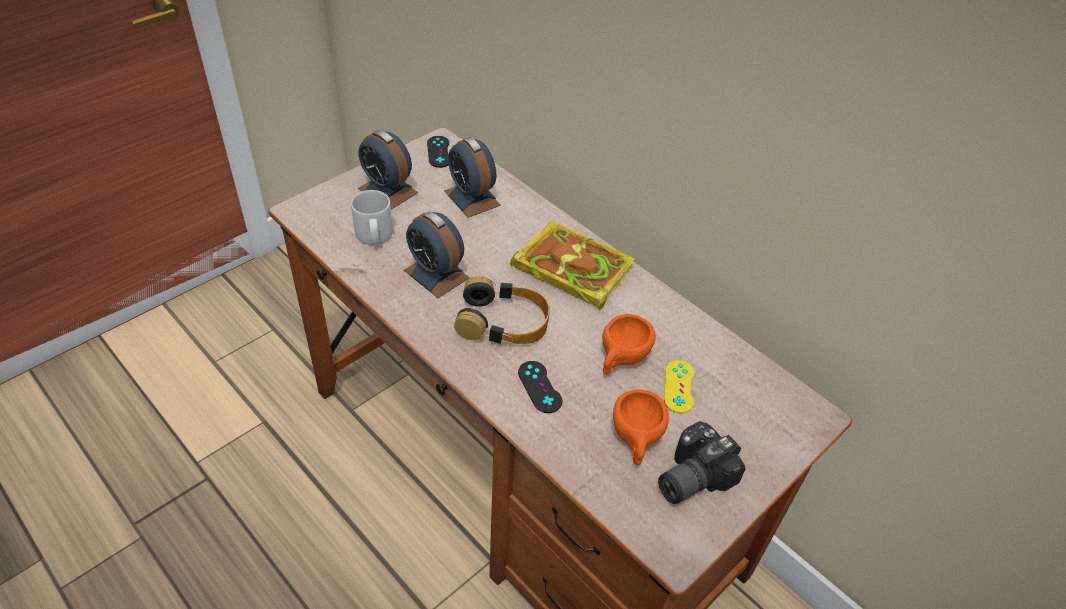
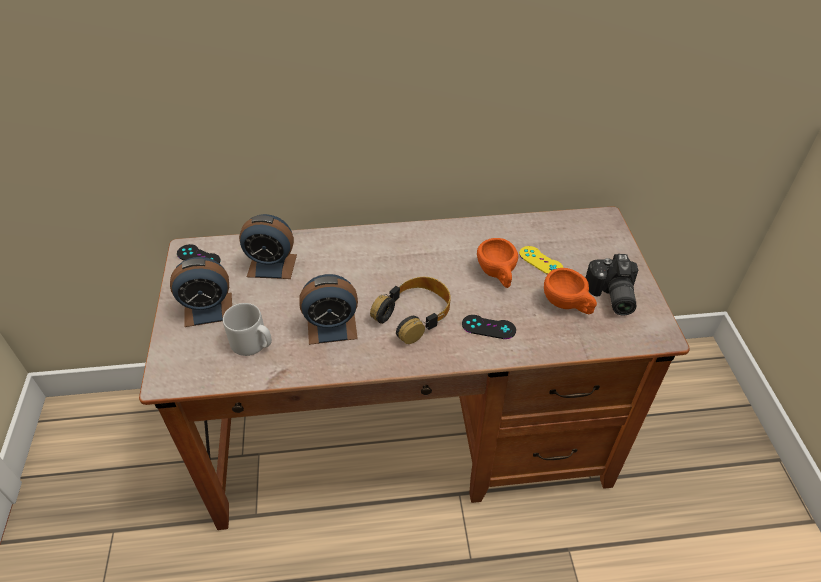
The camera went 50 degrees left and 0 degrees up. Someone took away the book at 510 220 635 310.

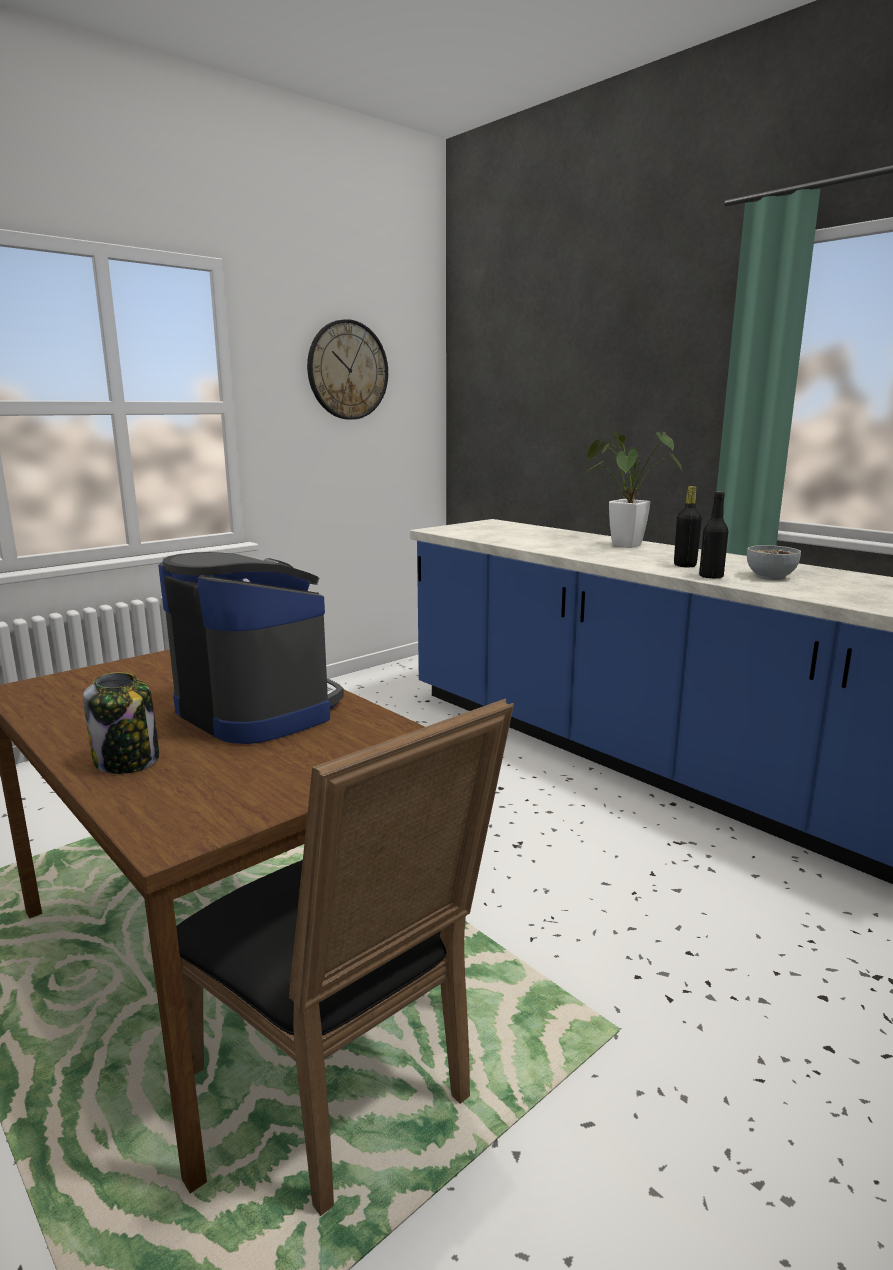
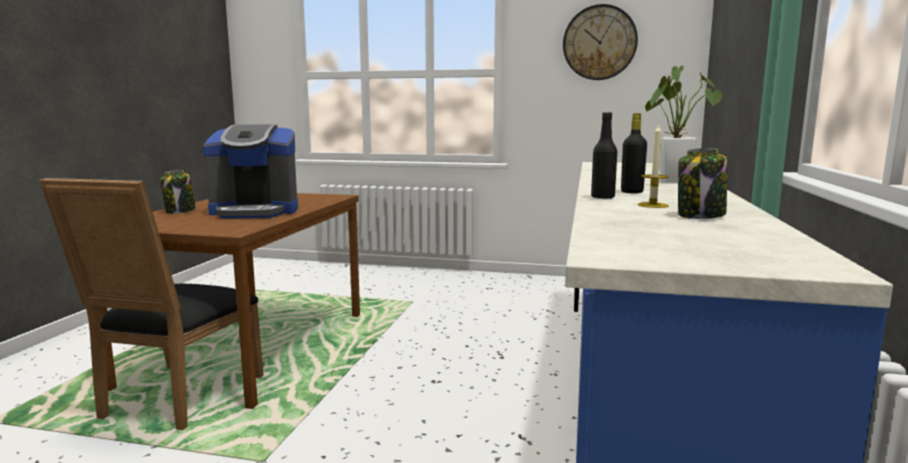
The camera went 55 degrees right and 5 degrees down. Someone rotated the coffee machine at 158 552 344 744 by 75 degrees clockwise. Someone swapped the bowl at 747 545 801 580 for the candle at 637 124 669 208. Someone put down the jar at 678 148 727 219.

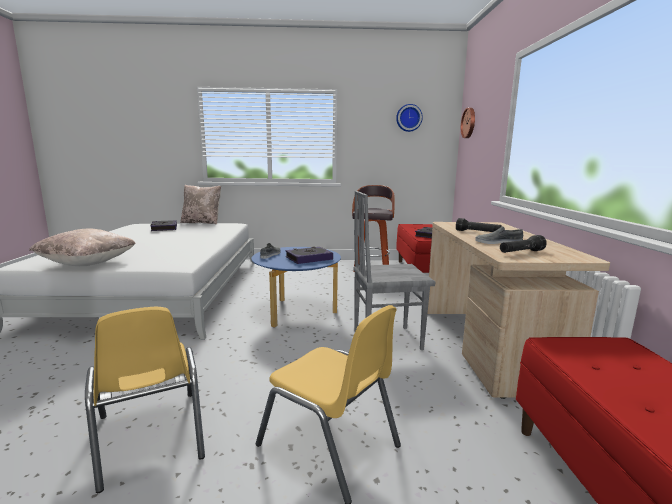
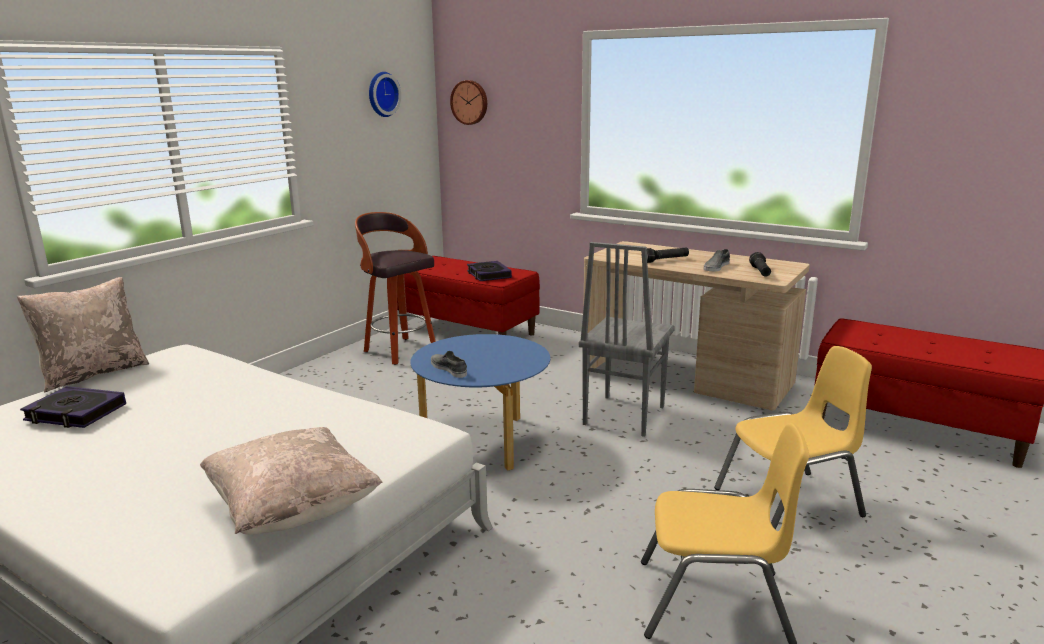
The camera went 55 degrees left and 5 degrees up. Someone took away the book at 285 247 333 264.

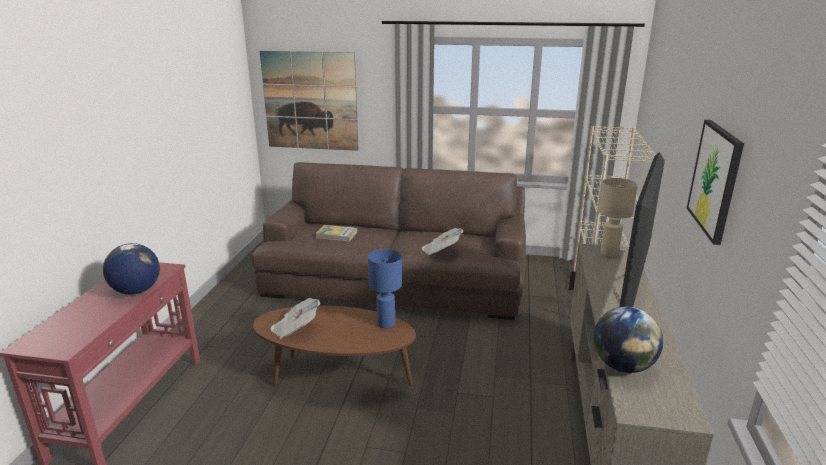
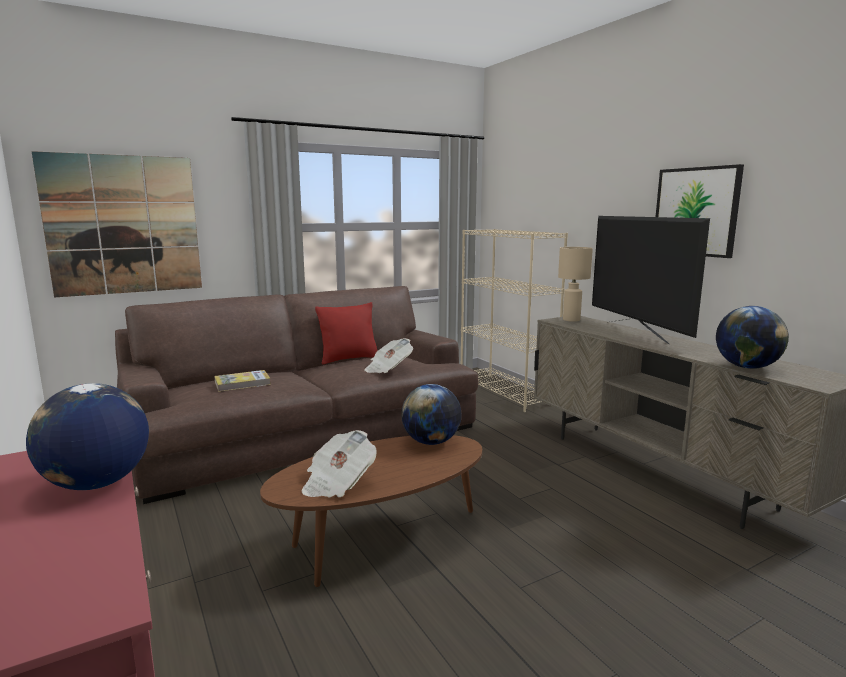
The camera went 40 degrees left and 10 degrees down. Someone put down the pillow (red) at 315 302 378 365. Someone swapped the table lamp (blue) at 368 249 402 328 for the globe at 401 384 462 445.

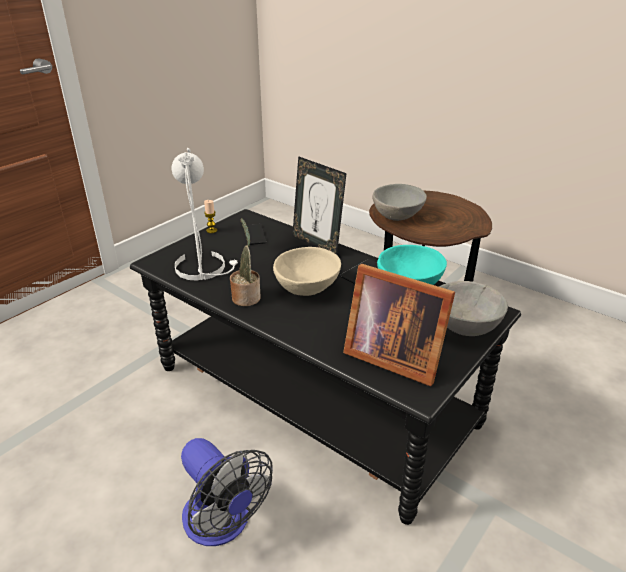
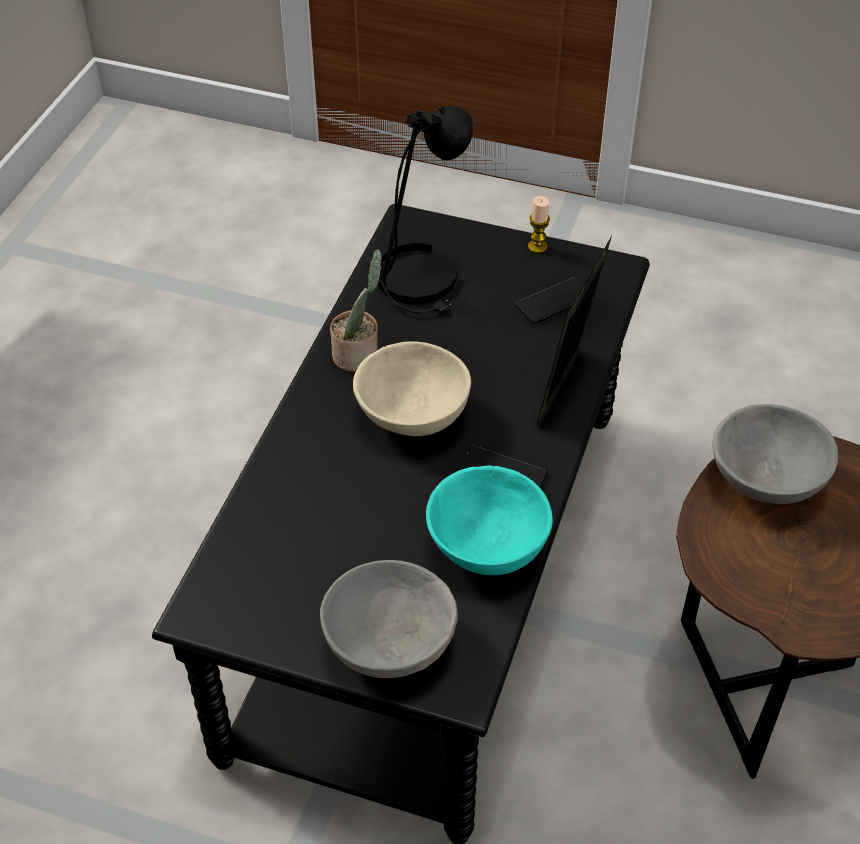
The camera went 70 degrees right and 15 degrees up. Someone repainted the table lamp (white) at 171 148 238 281, which became the table lamp (black) at 378 106 473 314. Someone took away the fan at 181 438 273 546. Someone took away the picture frame at 343 264 455 386.

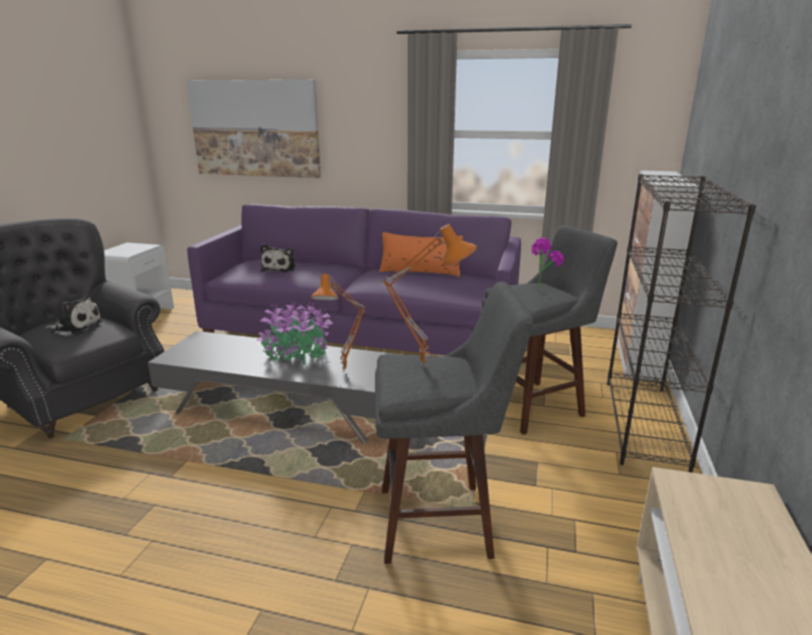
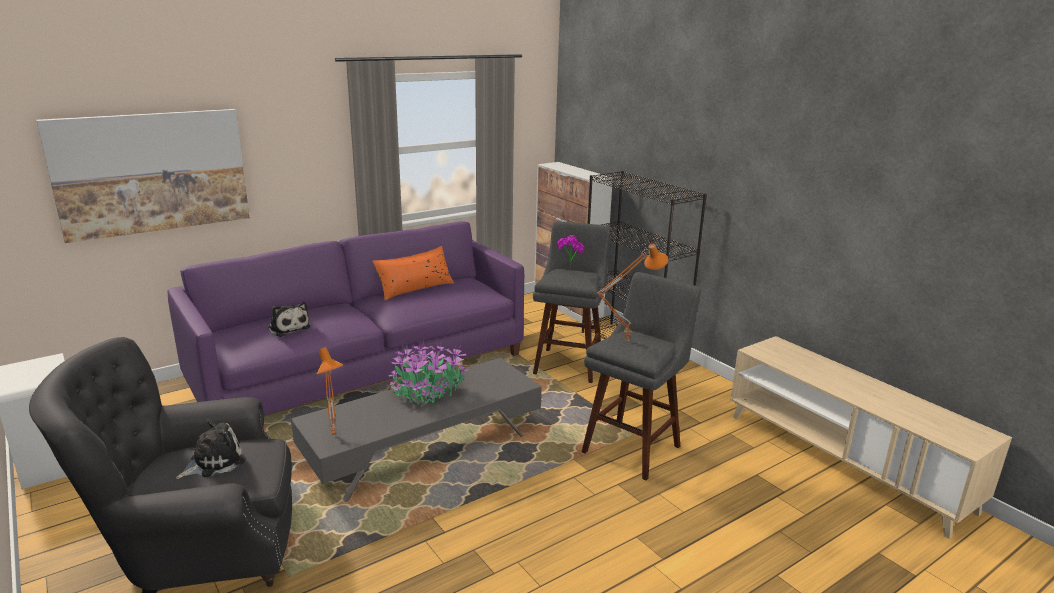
The camera went 50 degrees left and 0 degrees up. Someone carried the table lamp (orange) from 311 274 365 372 to 317 347 343 436.

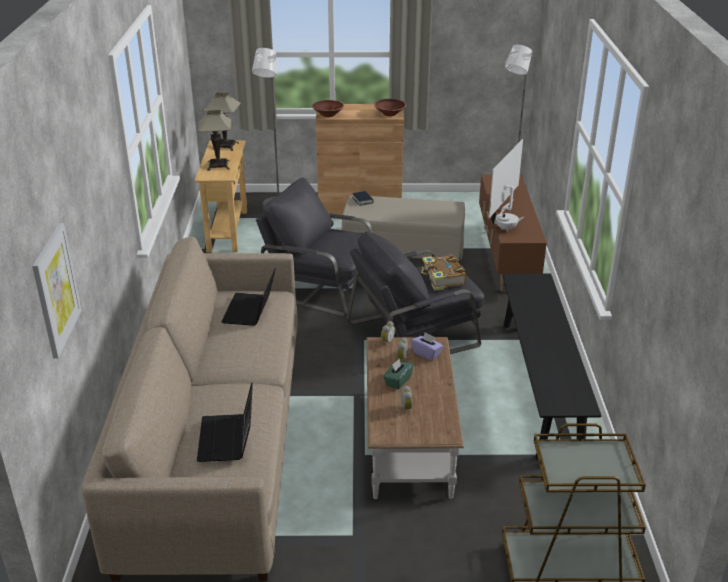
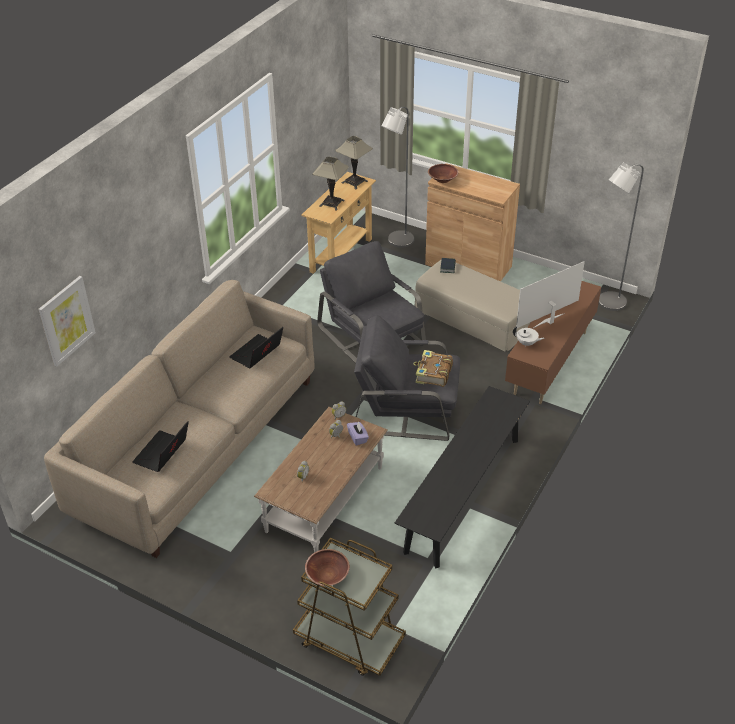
The camera went 30 degrees right and 10 degrees up. Someone carried the bowl (brown) from 374 99 406 116 to 305 549 350 586. Someone took away the tissue box (green) at 383 358 414 389.

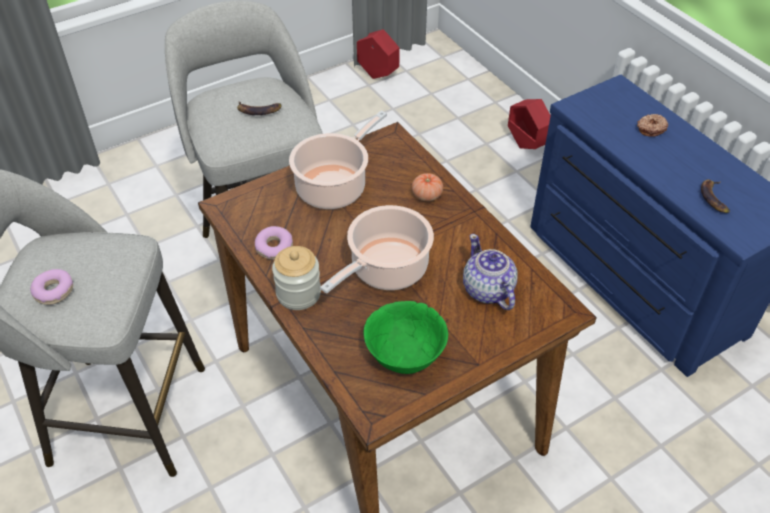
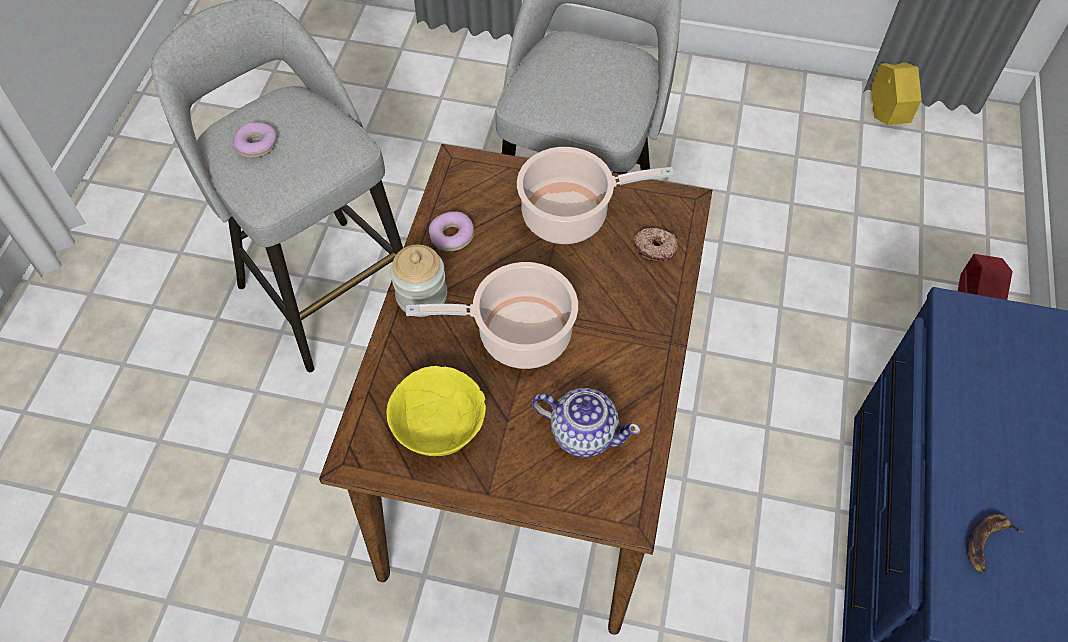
The camera went 45 degrees right and 10 degrees up. Someone repainted the bowl (green) at 363 301 448 374, which became the bowl (yellow) at 386 366 486 456. Someone rotated the teapot at 463 234 518 310 by 90 degrees clockwise. Someone carried the donut from 637 114 668 137 to 634 228 679 262. Someone repainted the planter (red) at 357 29 400 79, which became the planter (yellow) at 871 62 922 125. Someone took away the banana at 237 101 282 115. Someone took away the tomato at 412 173 443 201.

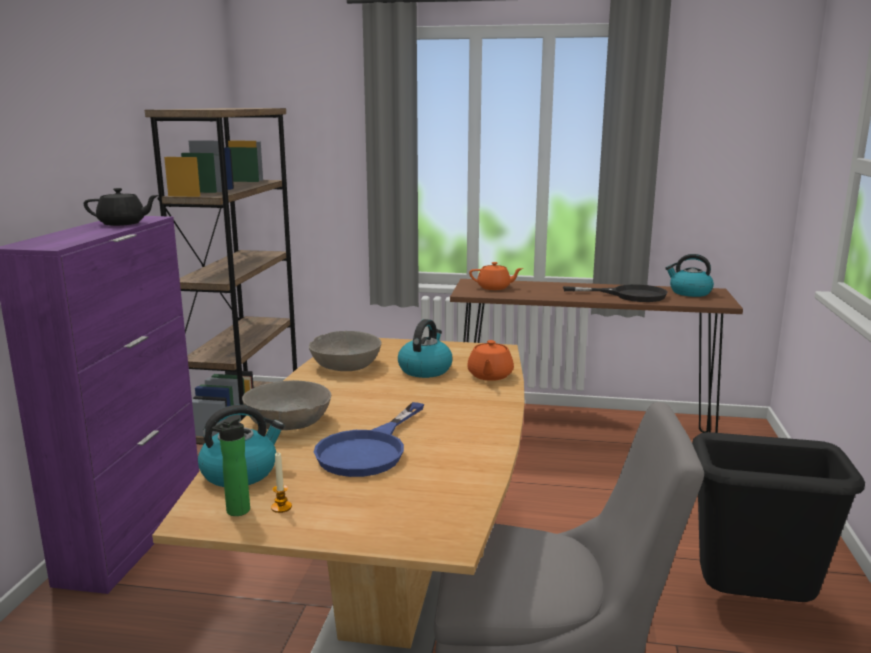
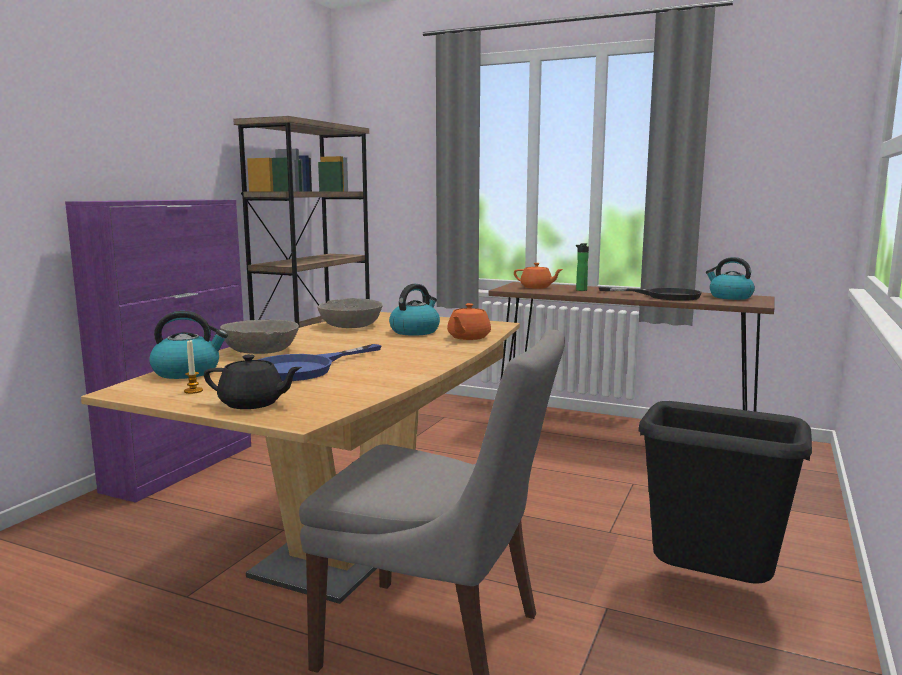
The camera went 15 degrees right and 5 degrees down. Someone carried the teapot (black) from 84 188 159 226 to 204 354 302 409. Someone carried the bottle from 211 415 250 516 to 576 243 589 291.

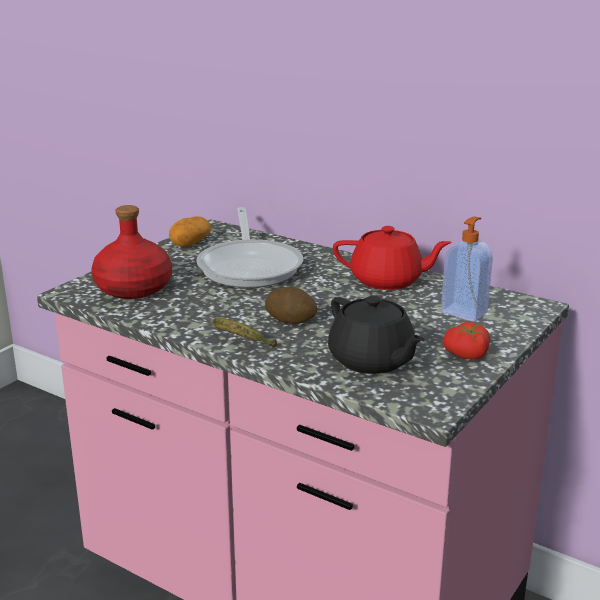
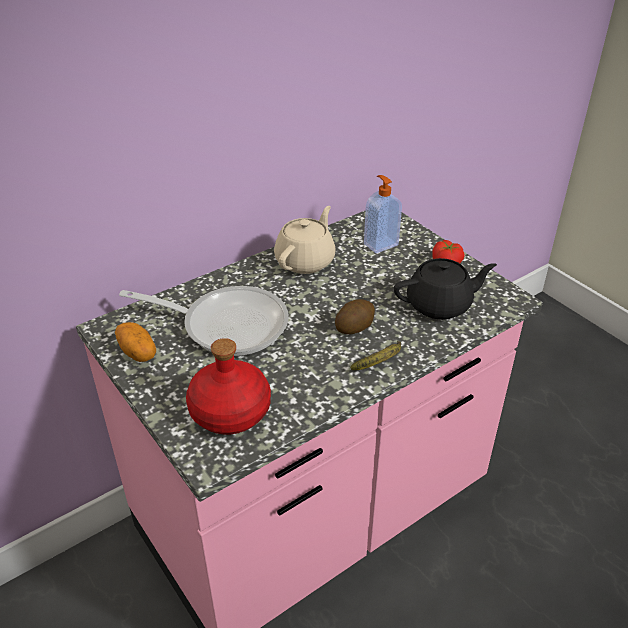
The camera went 70 degrees left and 15 degrees up. Someone repainted the teapot (red) at 333 226 452 290, which became the teapot (beige) at 274 206 336 274.

